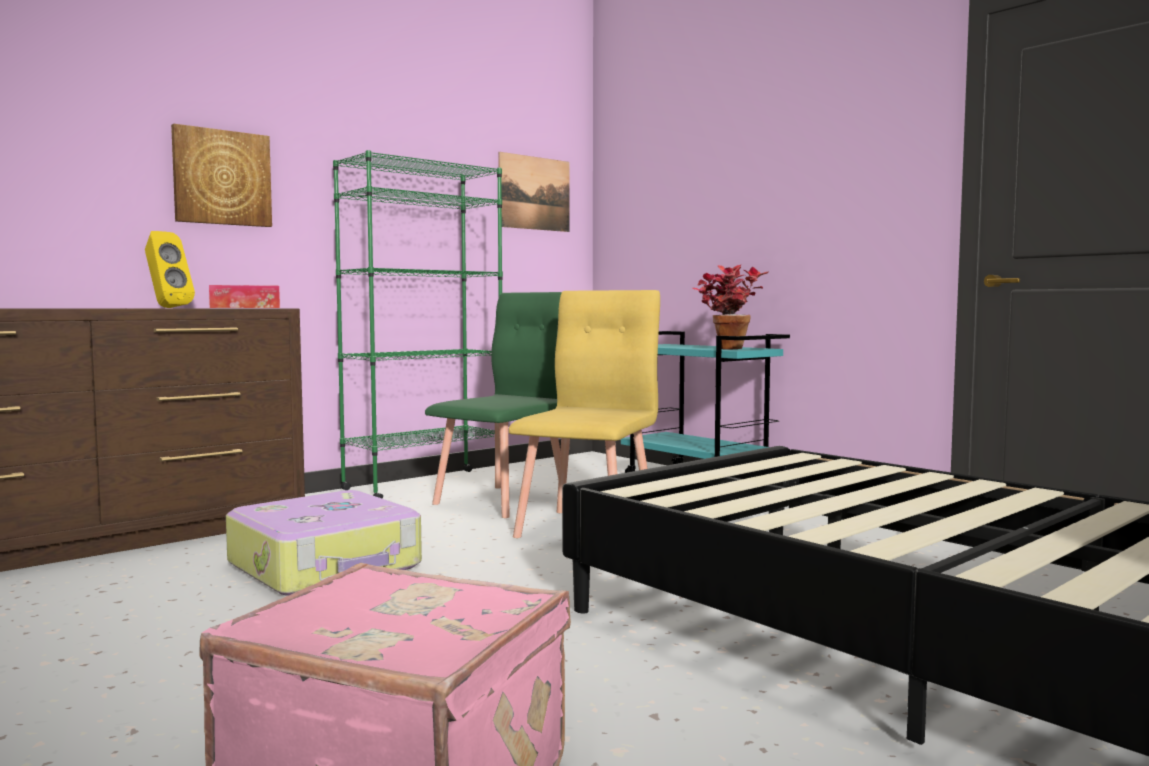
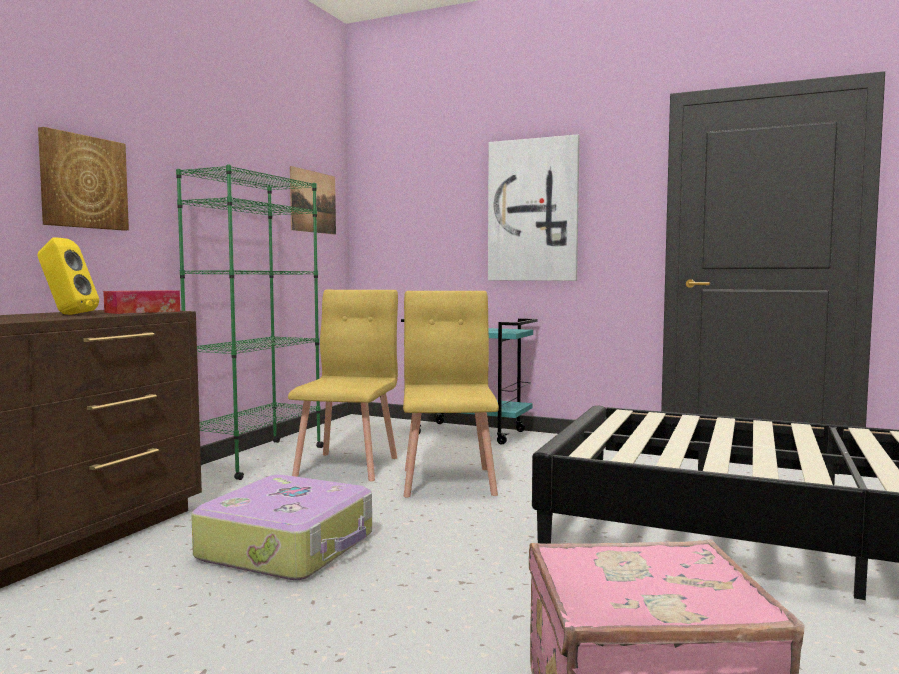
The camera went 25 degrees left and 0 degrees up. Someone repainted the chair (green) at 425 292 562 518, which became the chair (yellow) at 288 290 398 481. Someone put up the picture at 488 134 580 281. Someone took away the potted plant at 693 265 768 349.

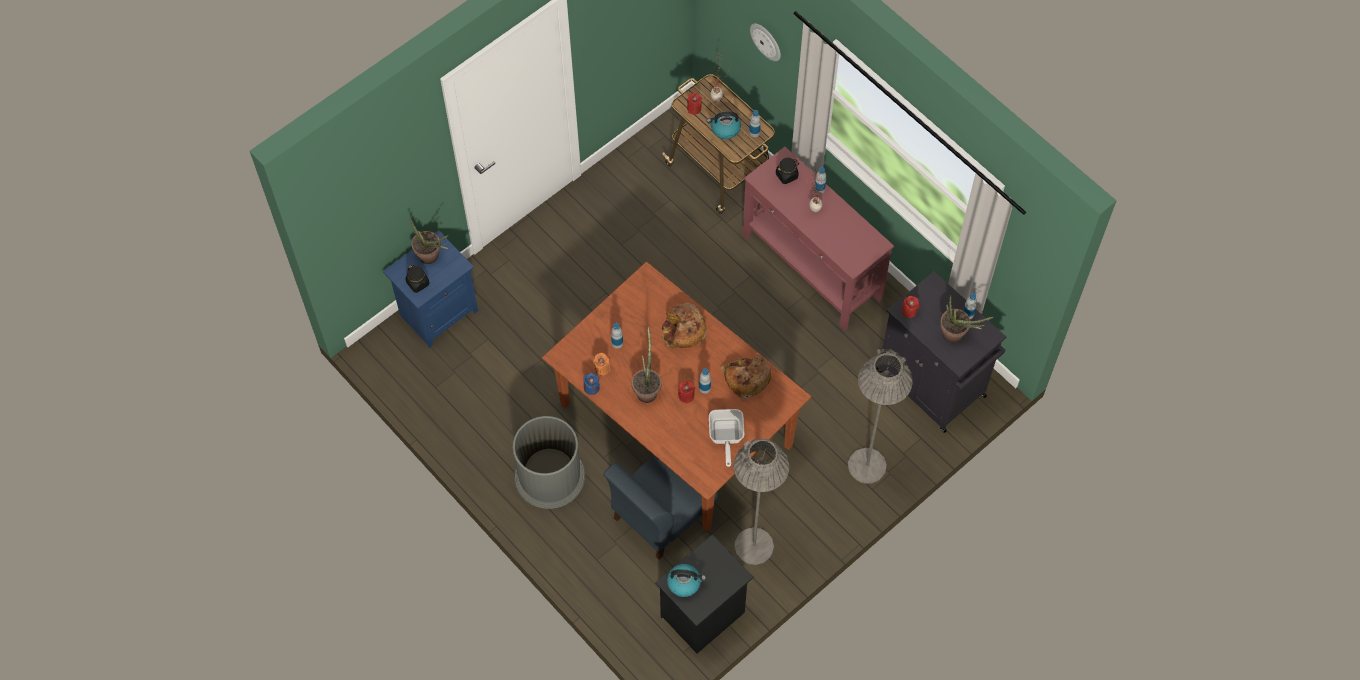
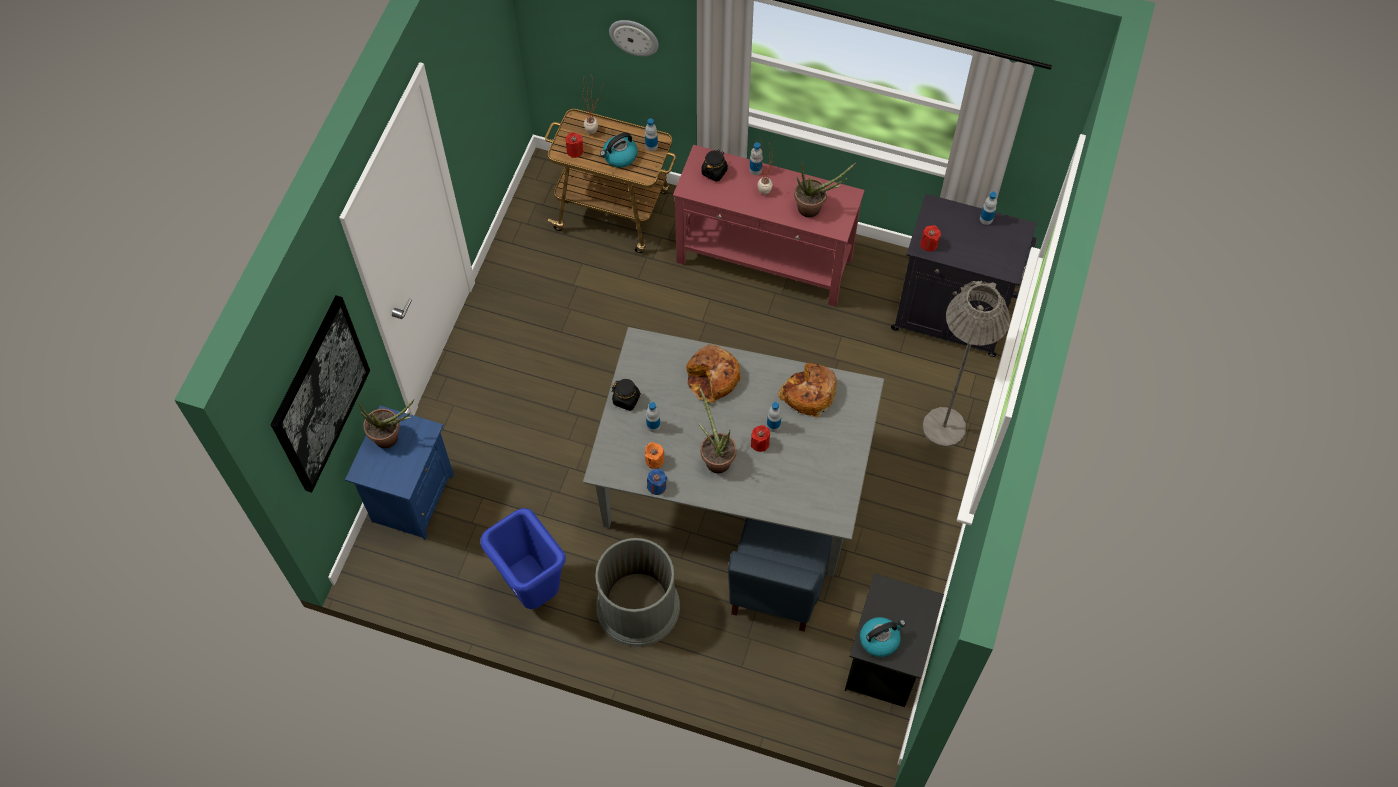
The camera went 30 degrees left and 0 degrees up. Someone put up the picture at 271 295 370 493. Someone put down the trash can (blue) at 481 508 566 609. Someone repainted the dining table (brown) at 542 262 811 531, which became the dining table (grey) at 583 327 884 576. Someone carried the jar (black) from 405 265 430 293 to 611 379 641 411. Someone carried the potted plant from 940 295 993 343 to 794 162 857 218. Someone took away the frying pan at 709 409 744 467. Someone took away the floor lamp (grey) at 734 439 789 565.

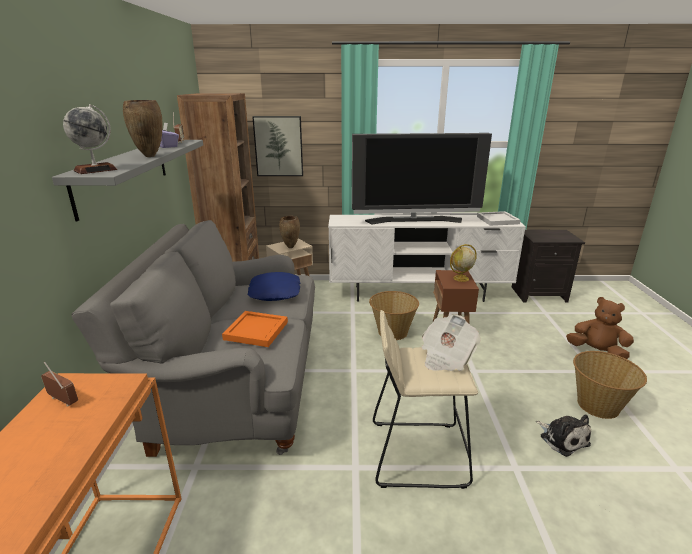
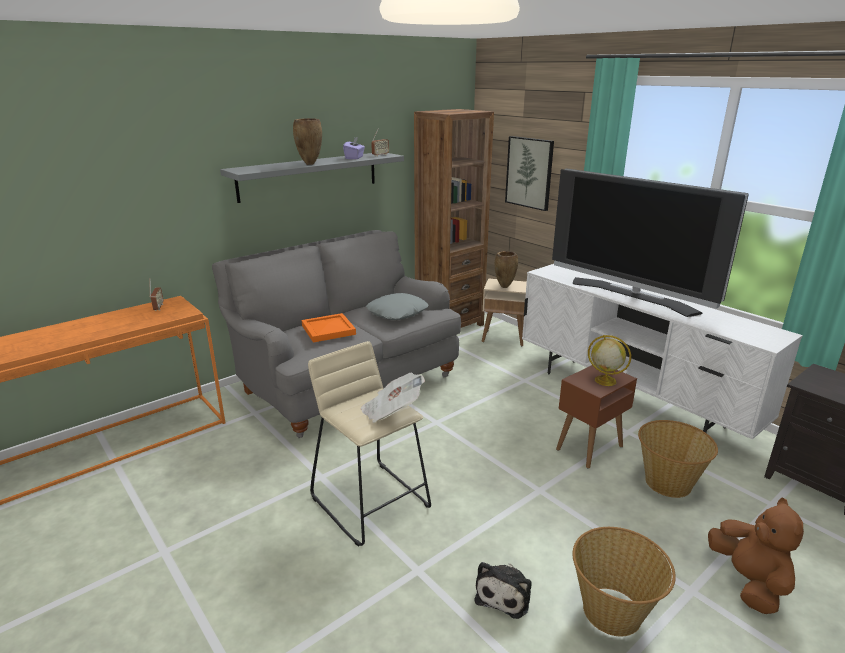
The camera went 50 degrees right and 0 degrees up. Someone repainted the pillow (blue) at 248 272 301 301, which became the pillow (grey) at 366 293 428 320. Someone carried the basket from 369 291 419 340 to 638 420 718 498. Someone took away the globe at 63 104 118 174. Someone took away the tray (white) at 477 211 520 226.

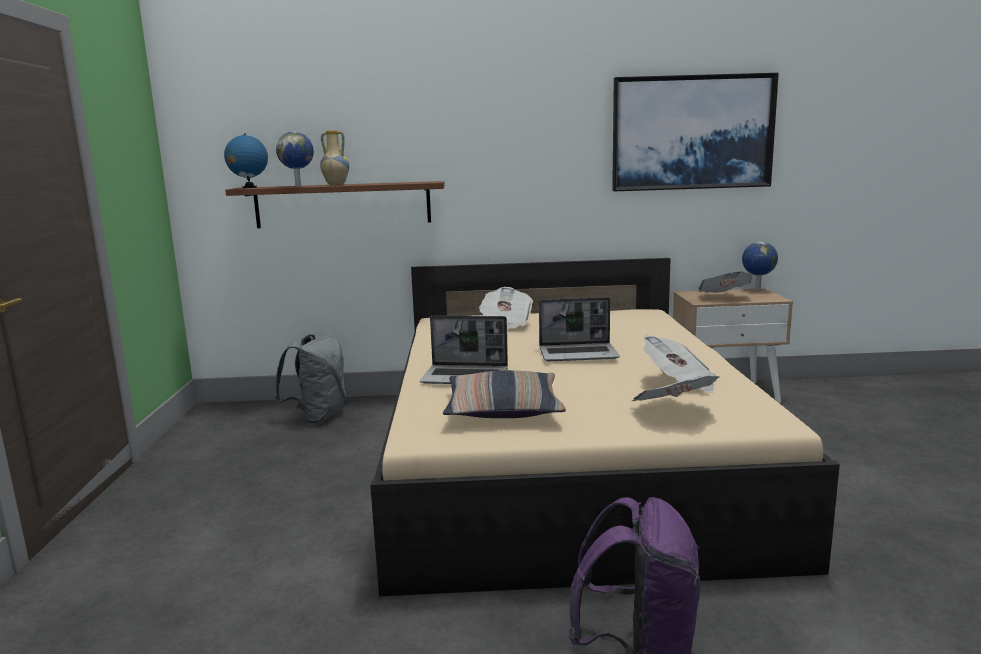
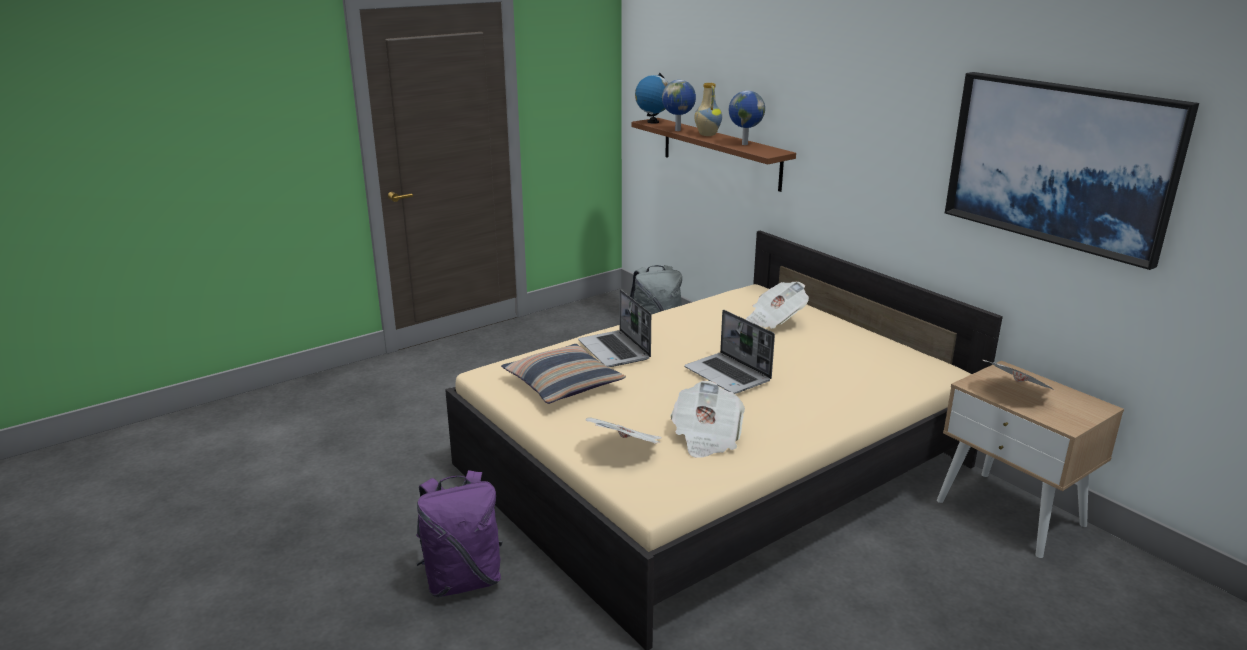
The camera went 55 degrees right and 10 degrees up. Someone carried the globe from 742 242 778 291 to 729 90 765 145.

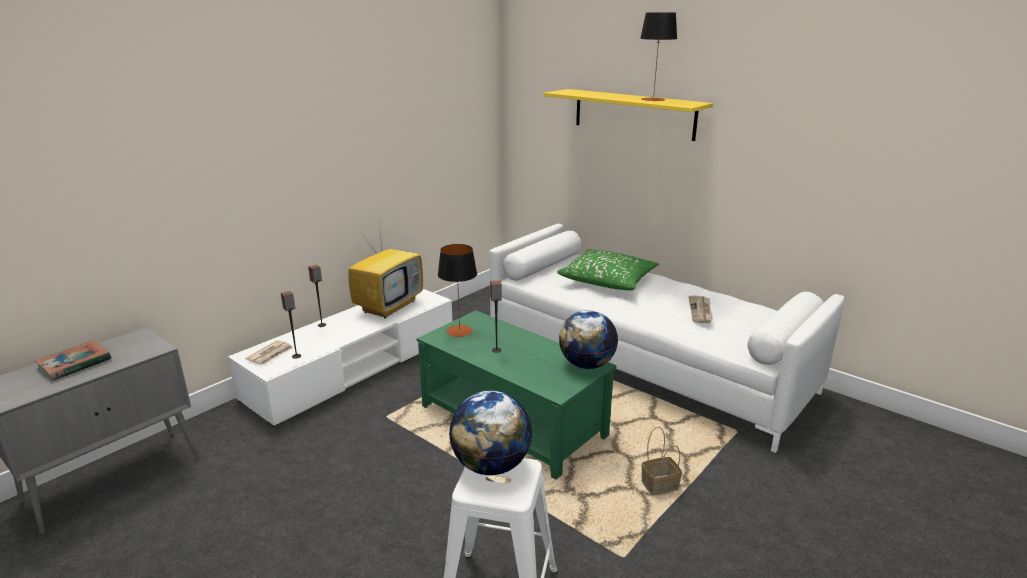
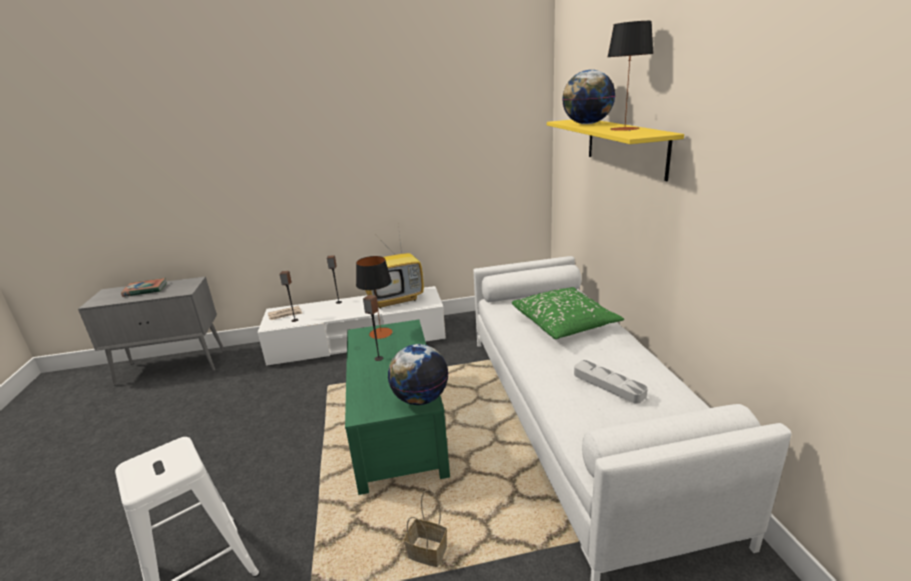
The camera went 40 degrees right and 0 degrees up. Someone carried the globe from 449 391 532 475 to 562 70 615 124. Someone swapped the newspaper at 689 296 713 323 for the tray (grey) at 574 360 648 404.

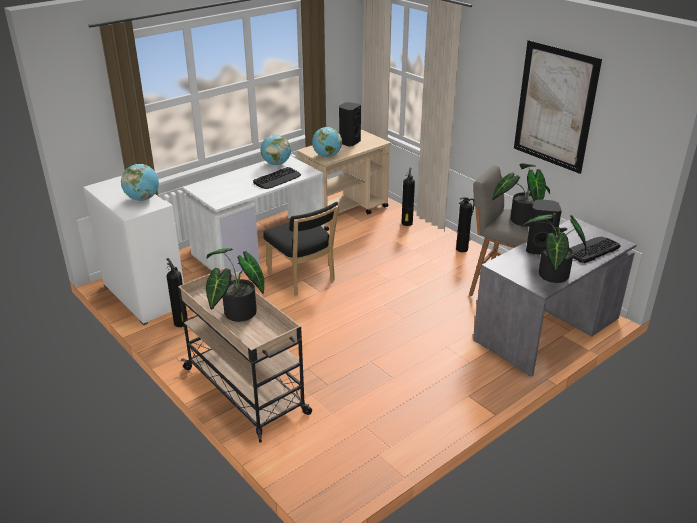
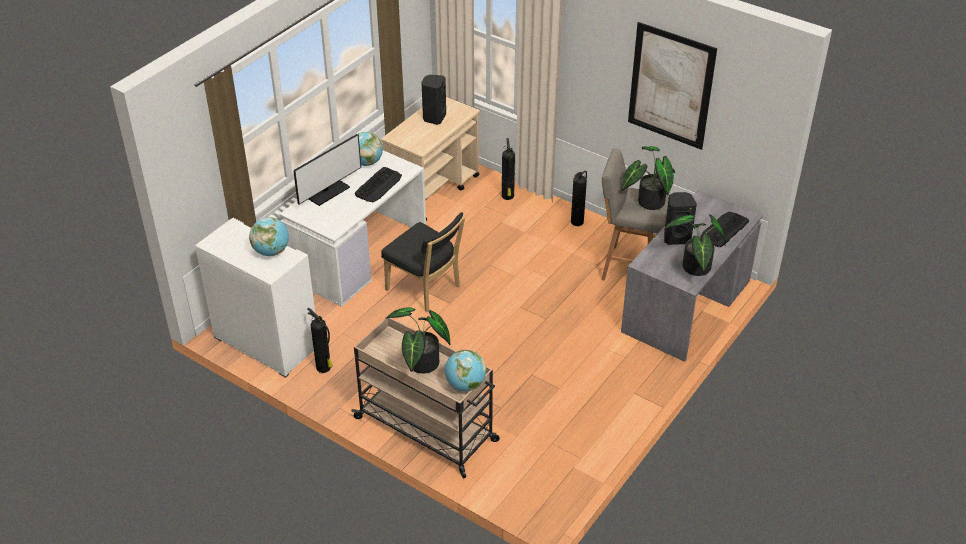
The camera went 15 degrees left and 10 degrees up. Someone put down the monitor at 293 134 361 206. Someone carried the globe from 312 127 342 157 to 445 350 486 392.

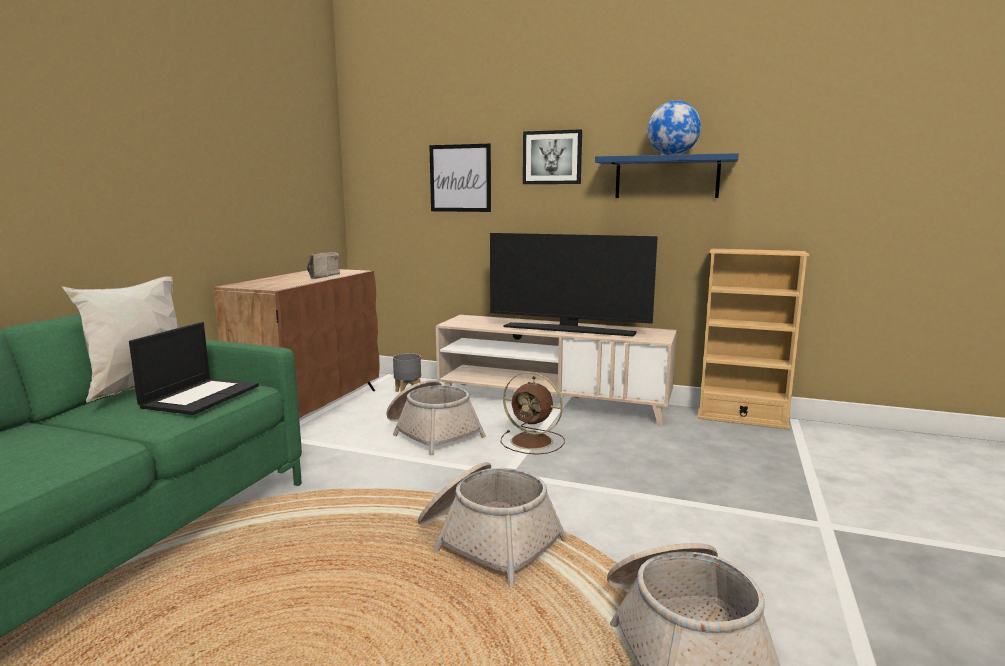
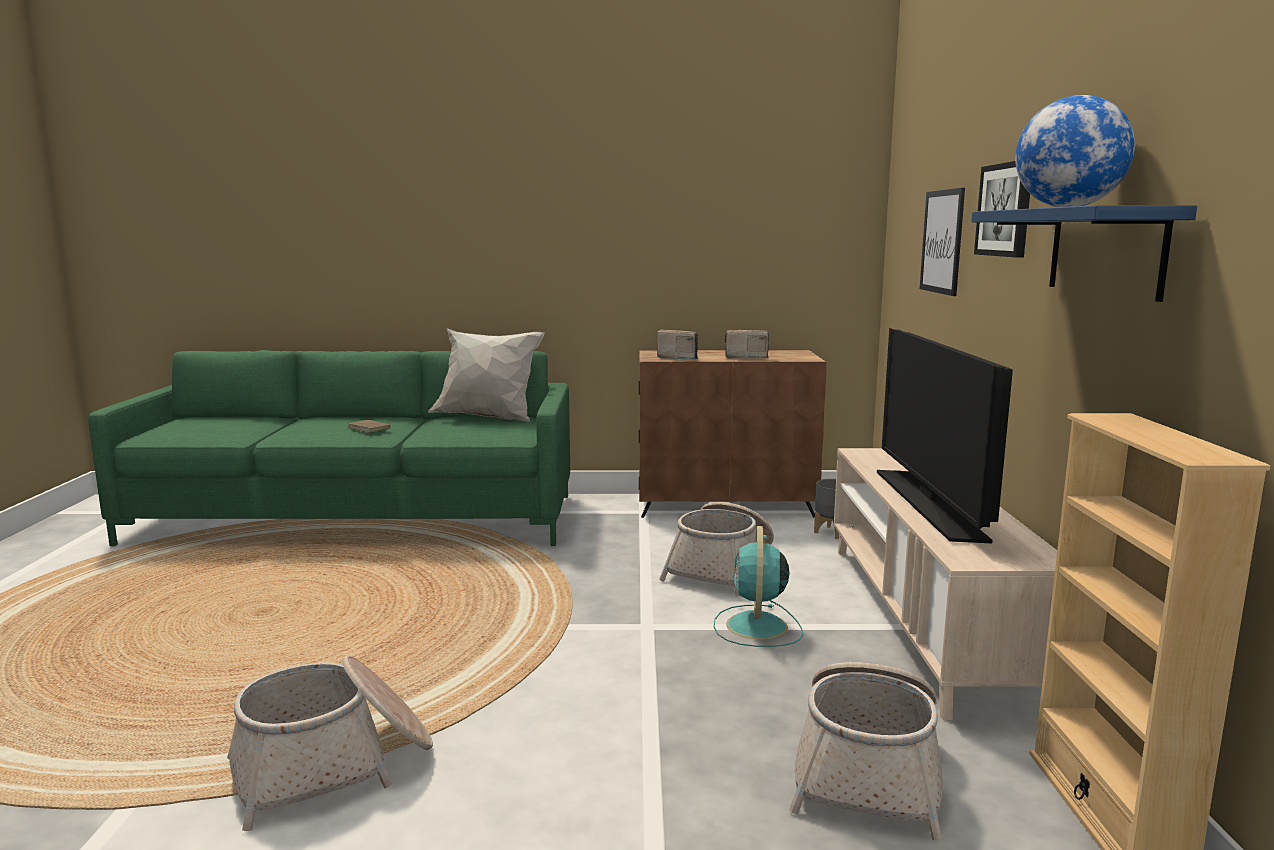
The camera went 70 degrees right and 0 degrees up. Someone put down the book (brown) at 348 419 390 433. Someone put down the radio at 657 329 698 360. Someone repainted the fan (brown) at 501 372 565 455, which became the fan (turquoise) at 714 526 803 647. Someone carried the basket from 418 462 568 587 to 789 662 943 840. Someone took away the laptop at 129 322 259 415.

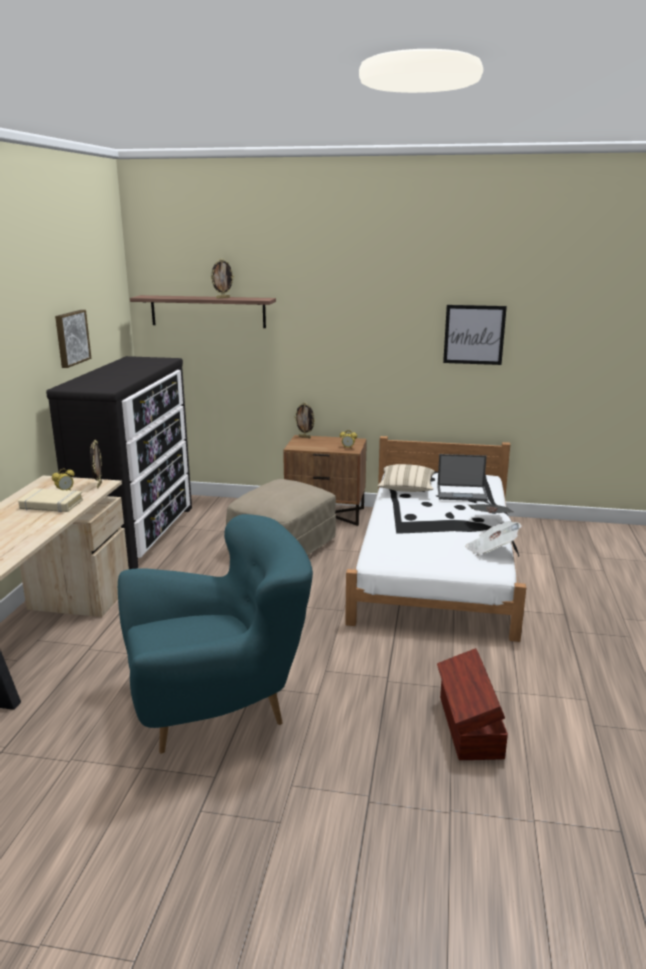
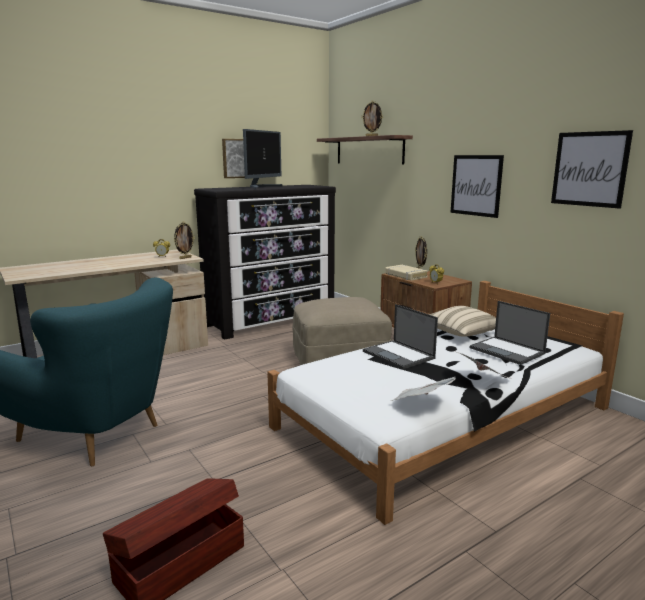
The camera went 45 degrees right and 5 degrees down. Someone put down the monitor at 243 129 283 189. Someone put down the laptop at 363 304 438 369. Someone carried the book (beige) from 18 488 83 512 to 385 265 428 280. Someone put up the picture at 450 155 504 218.

